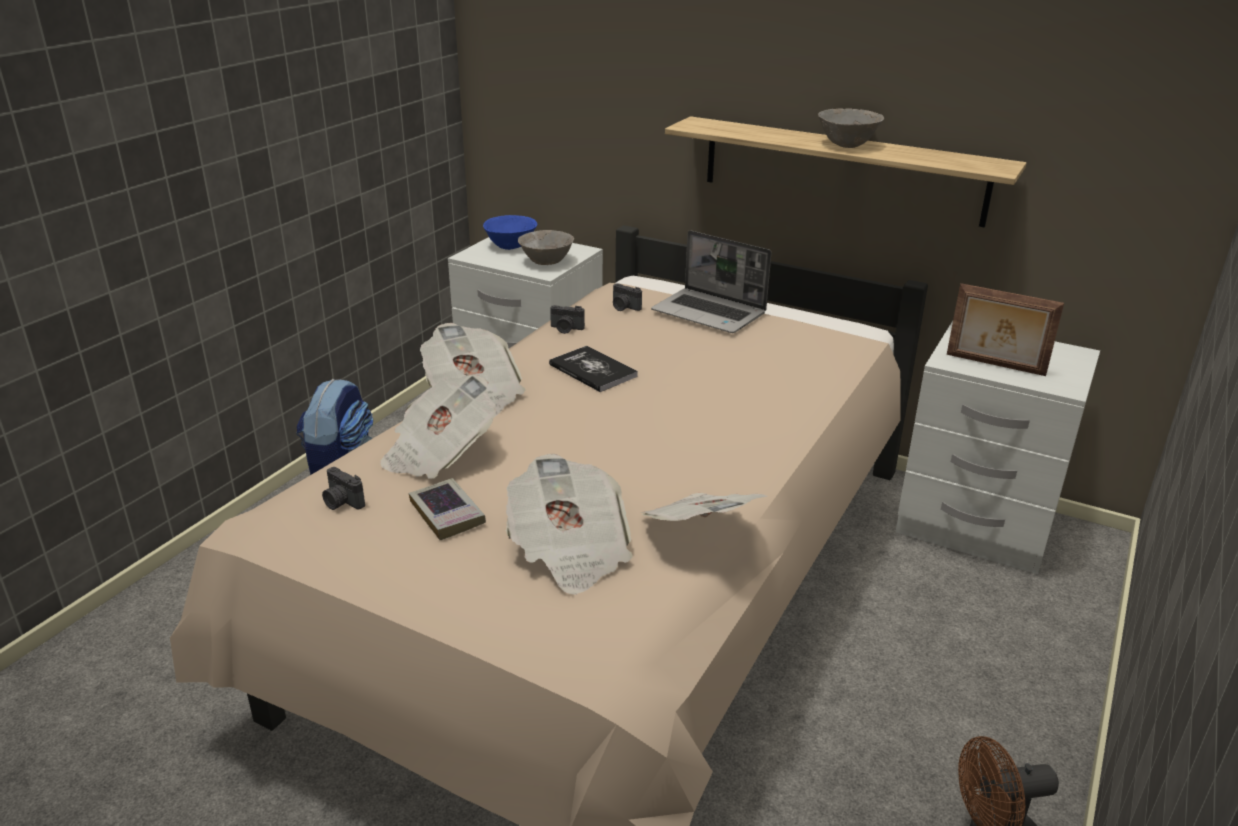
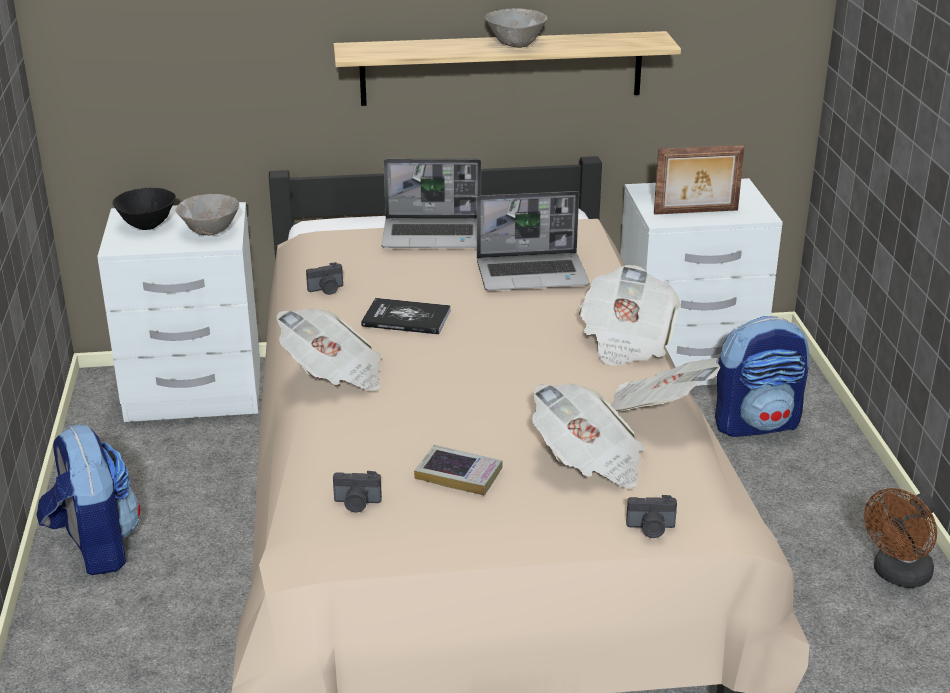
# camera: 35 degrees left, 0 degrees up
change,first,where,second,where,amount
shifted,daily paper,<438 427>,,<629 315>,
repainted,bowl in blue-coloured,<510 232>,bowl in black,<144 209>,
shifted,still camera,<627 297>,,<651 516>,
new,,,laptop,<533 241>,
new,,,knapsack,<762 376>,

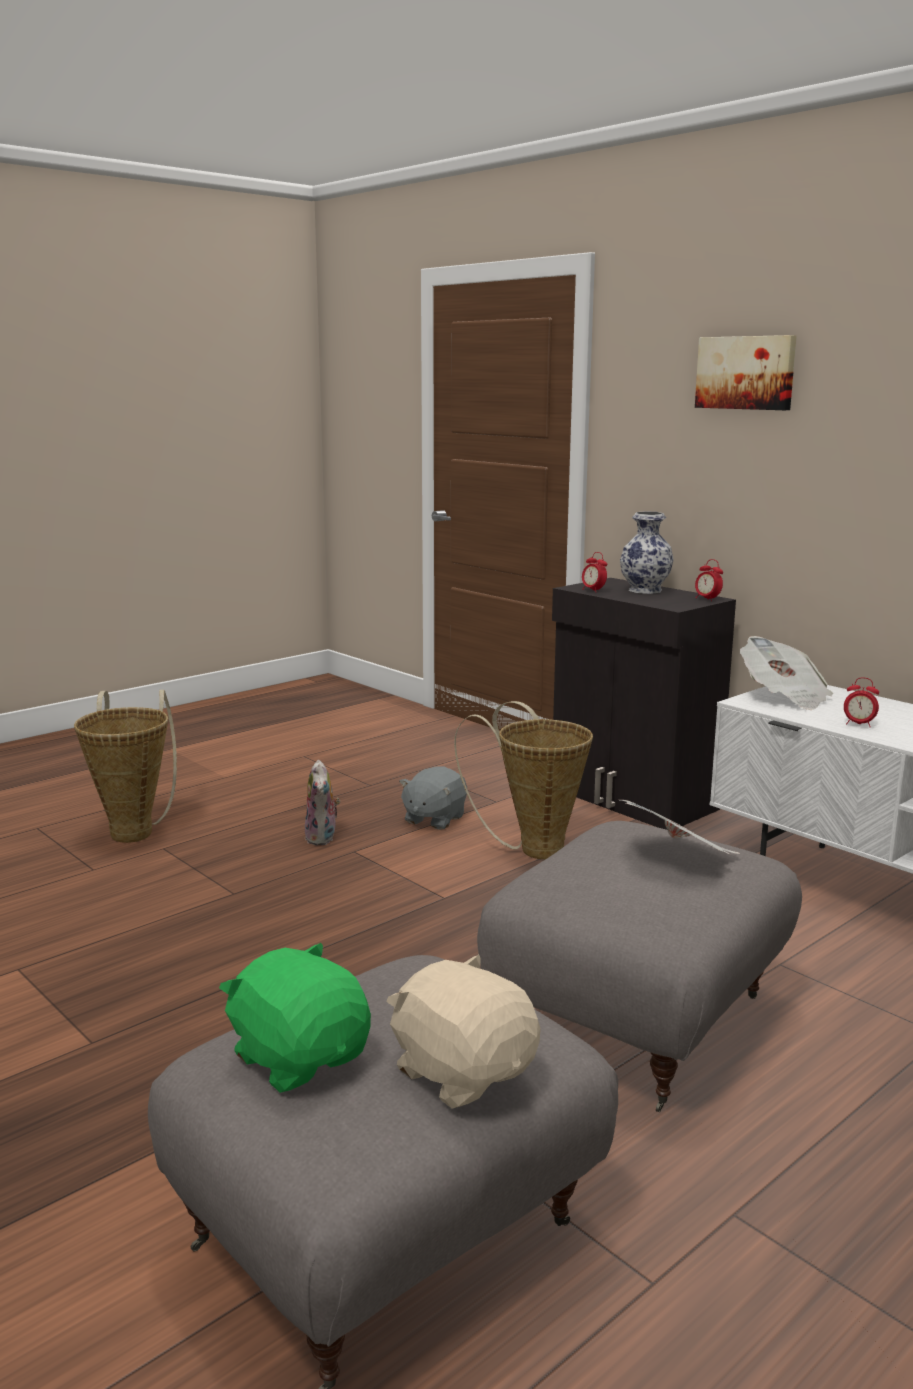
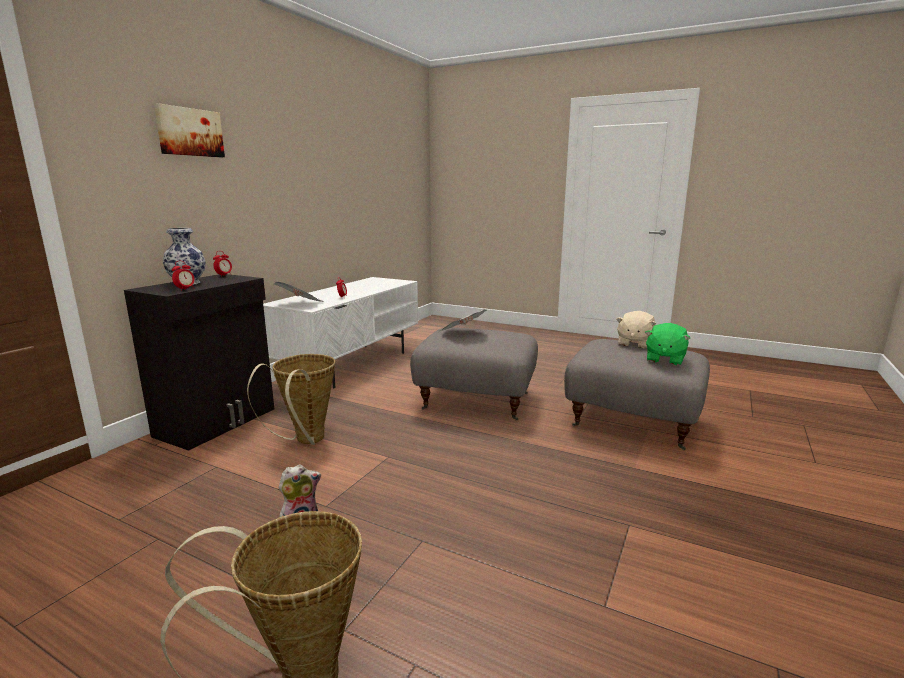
# camera: 110 degrees left, 0 degrees up
change,first,where,second,where,amount
gone,plush toy in grey,<433 798>,,,

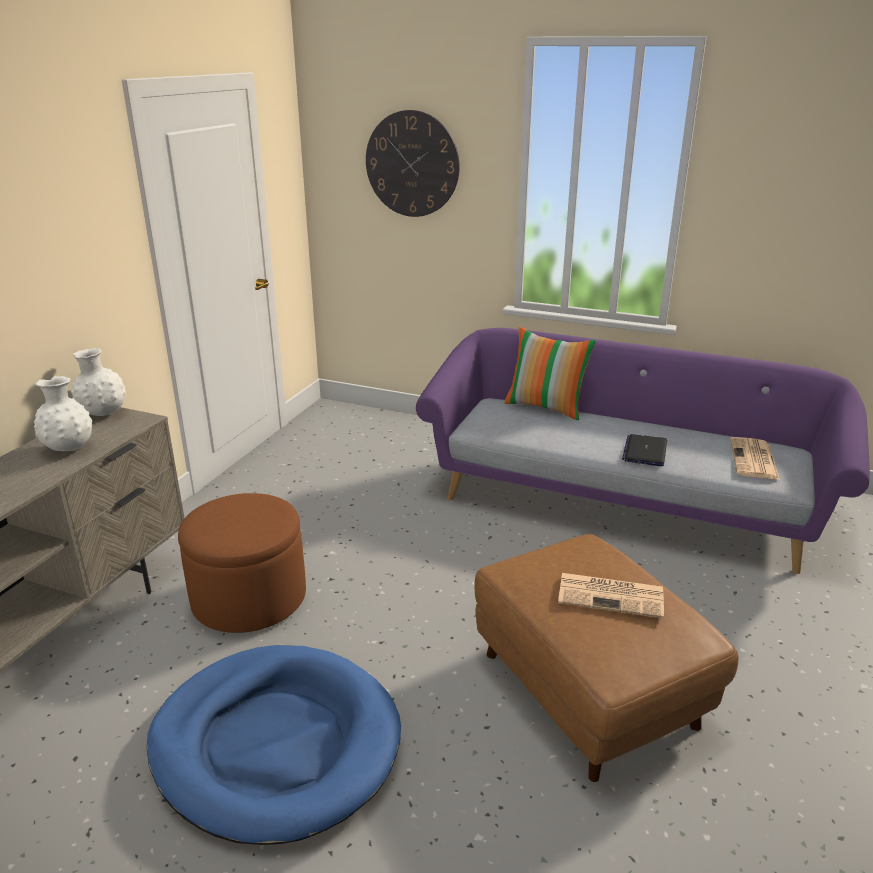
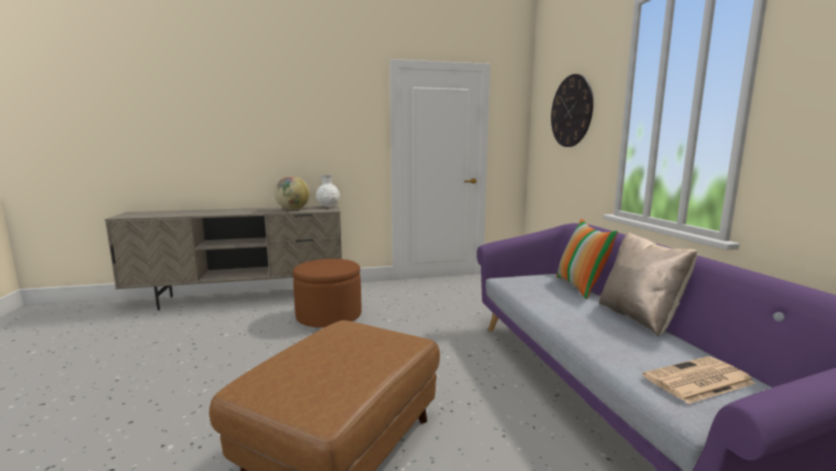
# camera: 55 degrees right, 15 degrees down
change,first,where,second,where,amount
swapped,decorative vase in whitish,<63 413>,globe,<292 193>,
gone,dog bed in blue-coloured,<274 745>,,,
gone,daily paper,<611 595>,,,
gone,laptop,<644 450>,,,
new,,,cushion in beige,<648 284>,

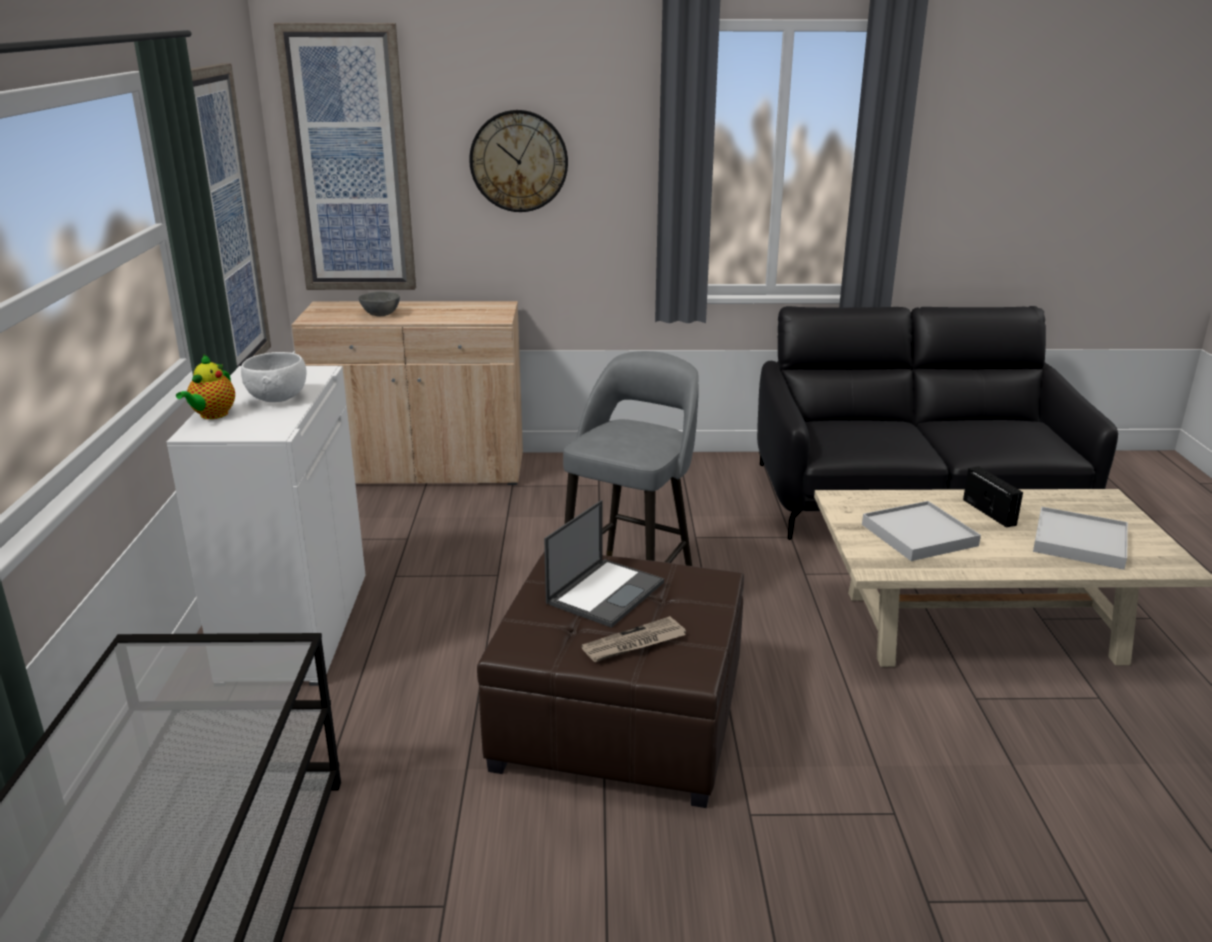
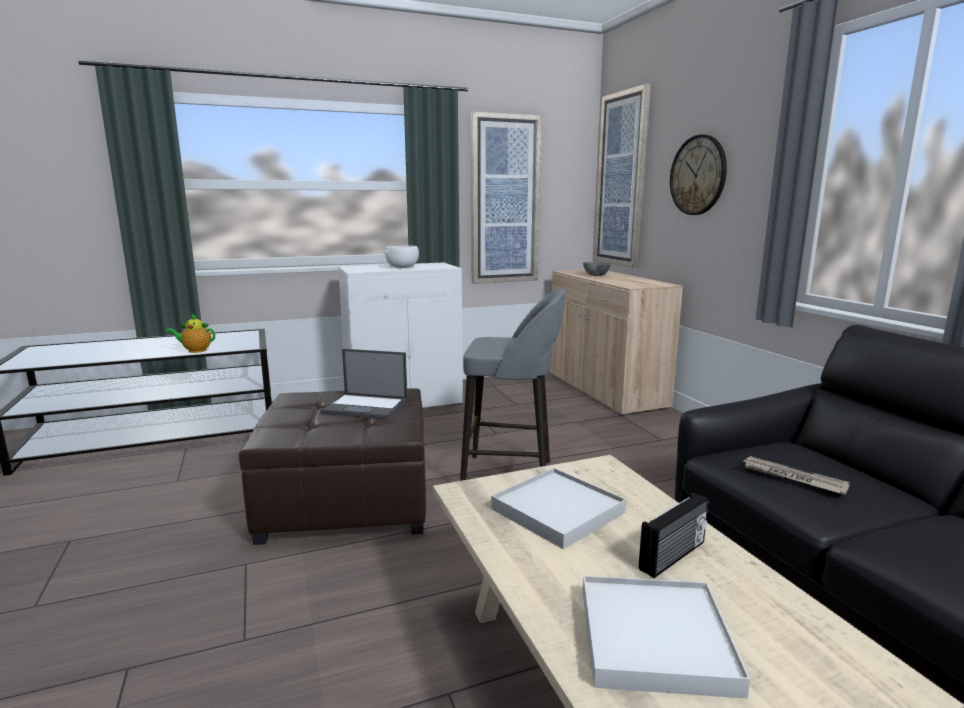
# camera: 70 degrees right, 10 degrees down
change,first,where,second,where,amount
shifted,tea pot,<205 386>,,<190 333>,
shifted,daily paper,<633 639>,,<796 475>,

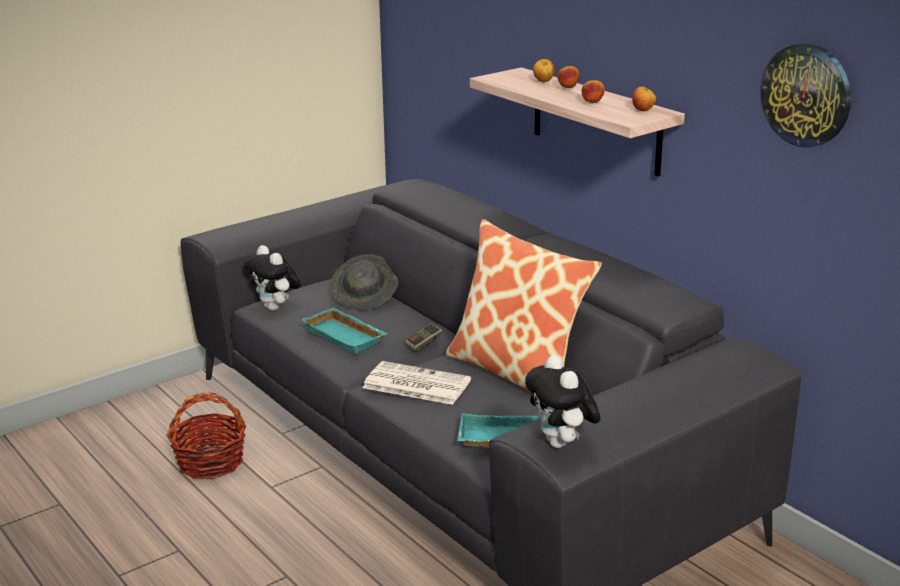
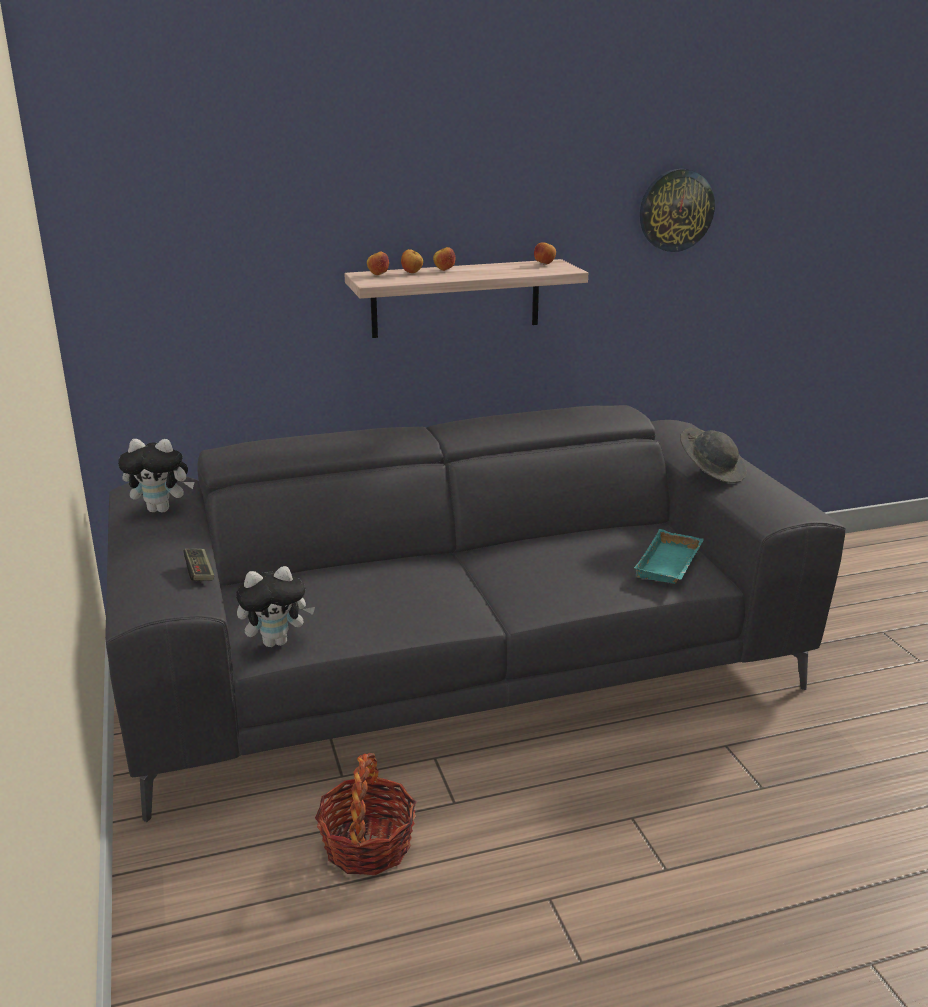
# camera: 70 degrees left, 0 degrees up
change,first,where,second,where,amount
gone,carrying tray in turquoise,<344 330>,,,
shifted,clothing hat in grey,<364 282>,,<713 455>,
gone,daily paper,<417 383>,,,
shifted,game controller,<423 337>,,<198 565>,
gone,cushion,<523 306>,,,
shifted,plush toy,<563 401>,,<156 475>,
shifted,whole apple,<593 91>,,<378 263>,

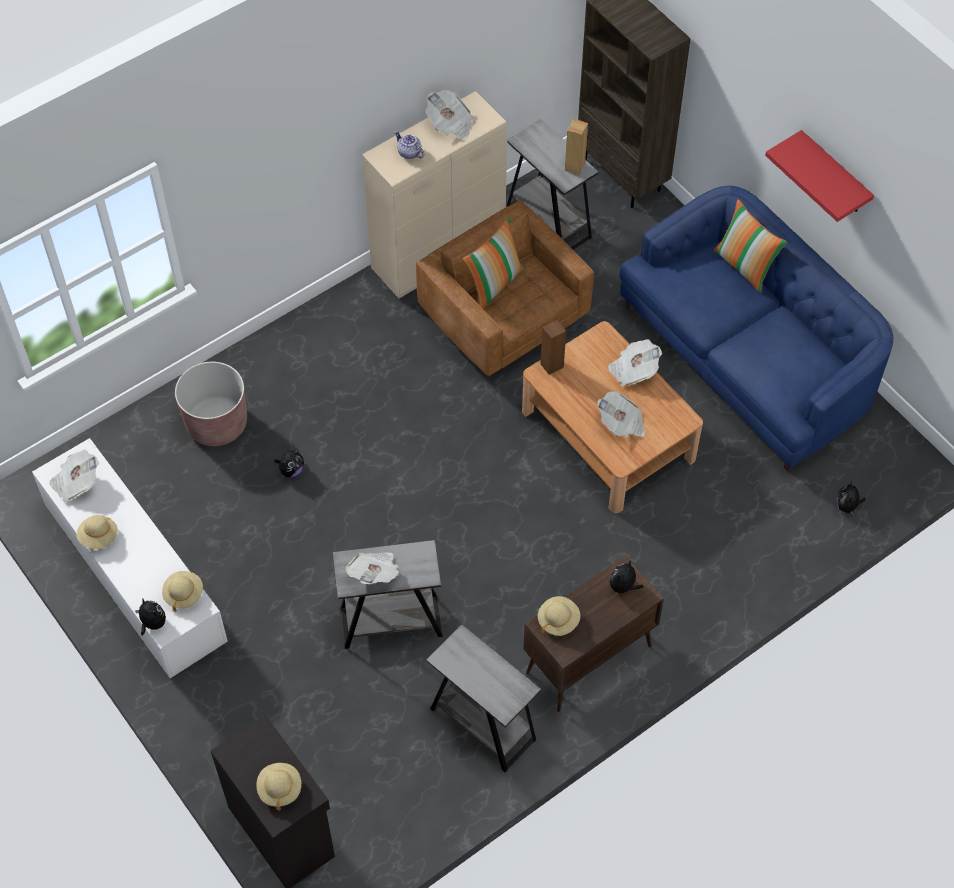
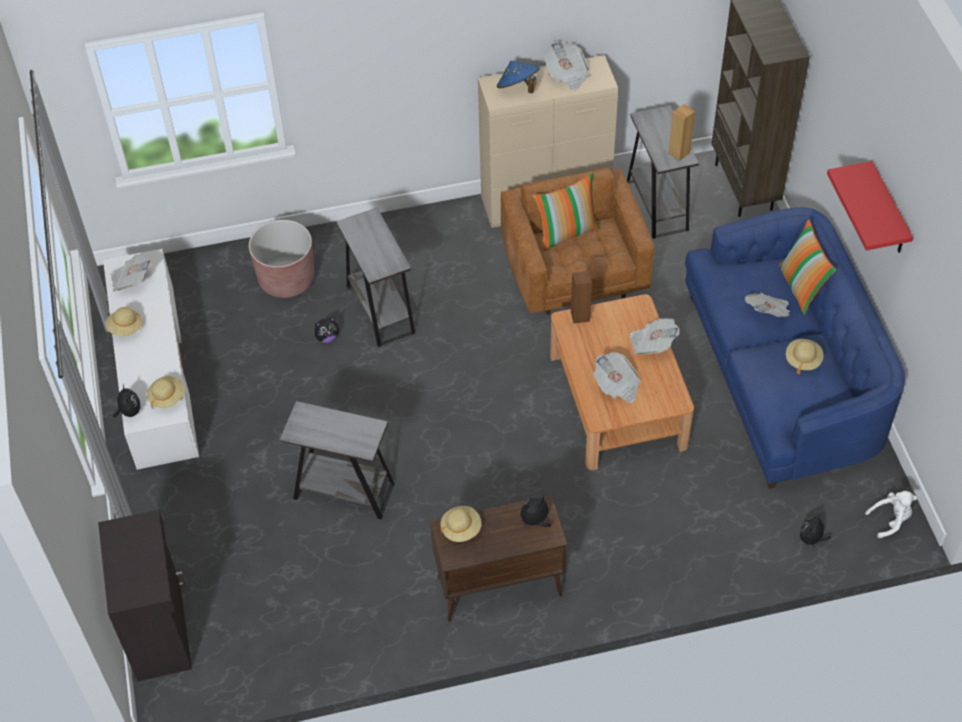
# camera: 25 degrees right, 5 degrees down
change,first,where,second,where,amount
shifted,clothing hat in beige,<278 787>,,<805 357>,
shifted,daily paper,<372 568>,,<767 305>,
swapped,tea pot,<409 145>,clothing hat in blue-coloured,<518 77>,
shifted,side table in grey,<483 698>,,<375 277>,
new,,,plush toy in whitish,<891 514>,

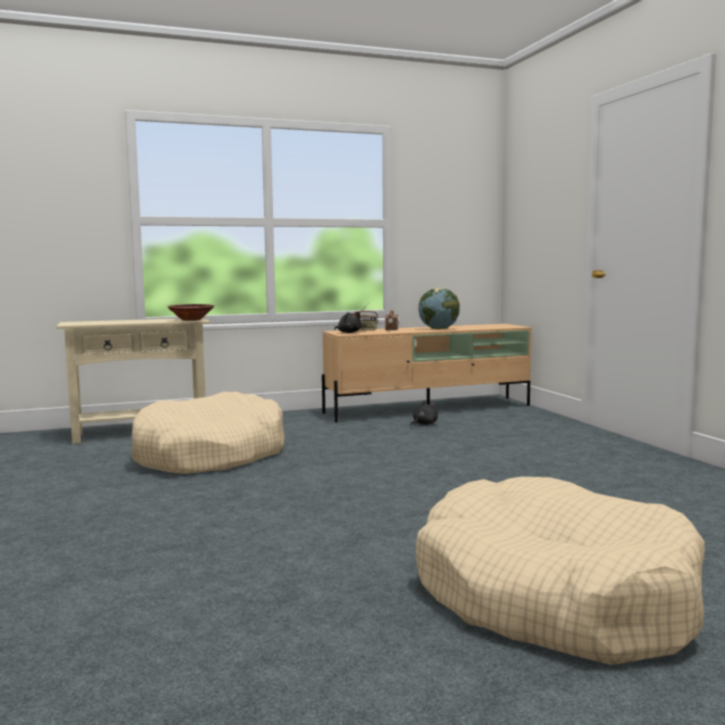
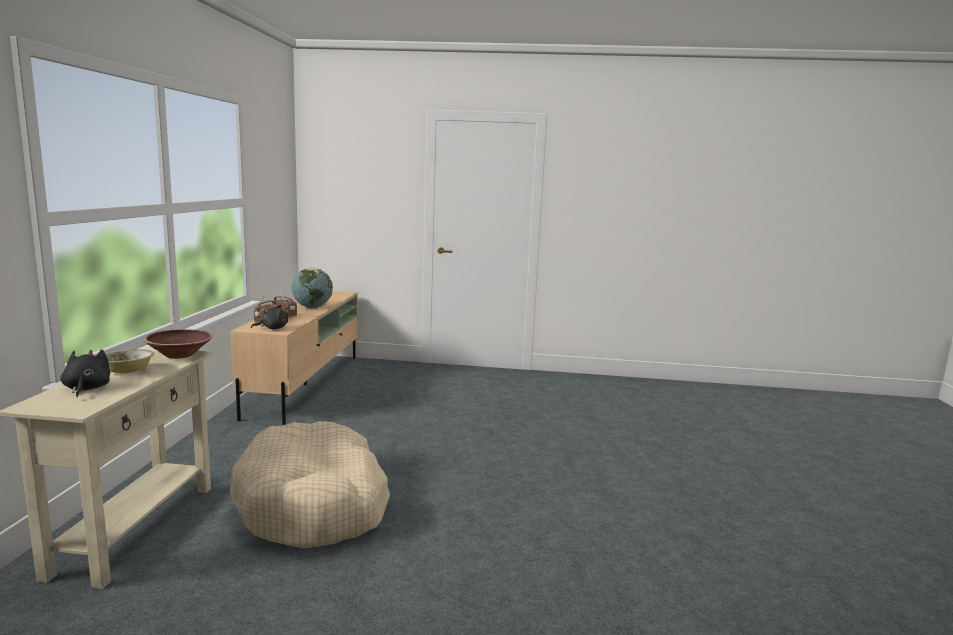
# camera: 65 degrees left, 5 degrees up
change,first,where,second,where,amount
shifted,plush toy in black,<424 413>,,<85 373>,
gone,dog bed in beige,<560 571>,,,
new,,,bowl,<129 361>,

